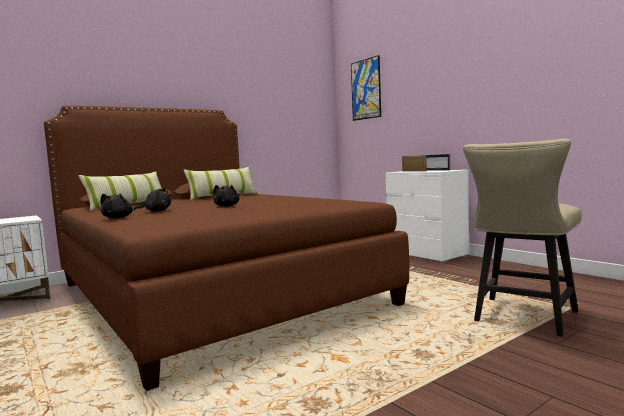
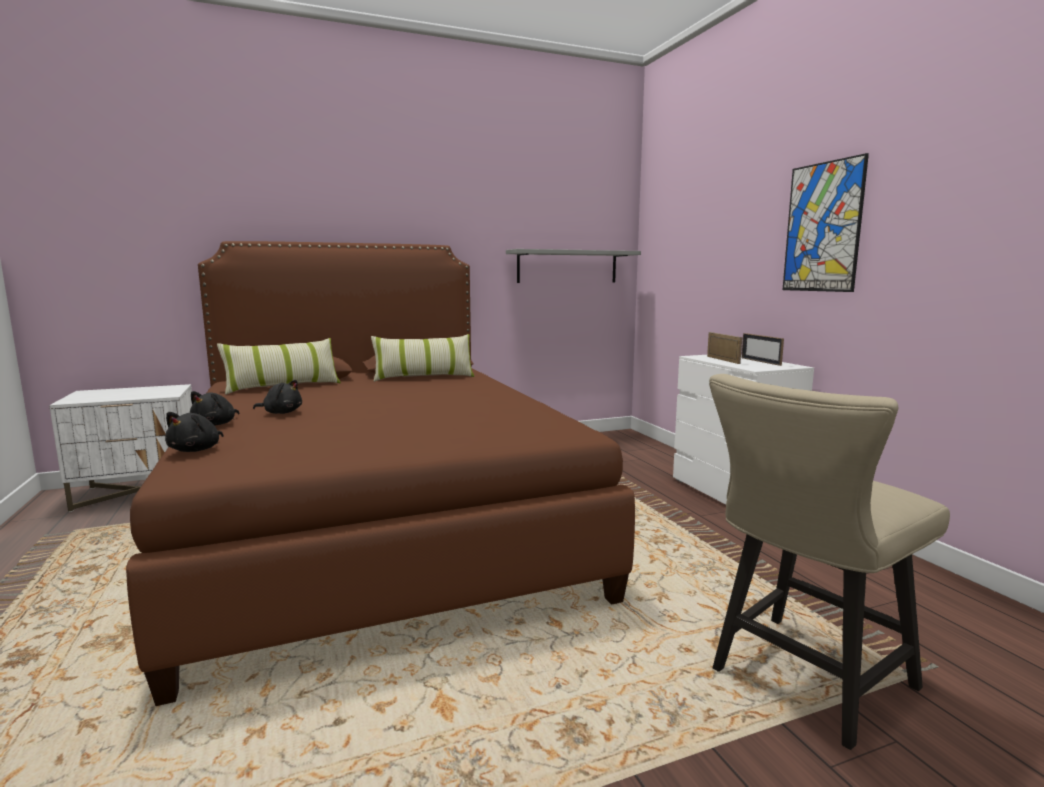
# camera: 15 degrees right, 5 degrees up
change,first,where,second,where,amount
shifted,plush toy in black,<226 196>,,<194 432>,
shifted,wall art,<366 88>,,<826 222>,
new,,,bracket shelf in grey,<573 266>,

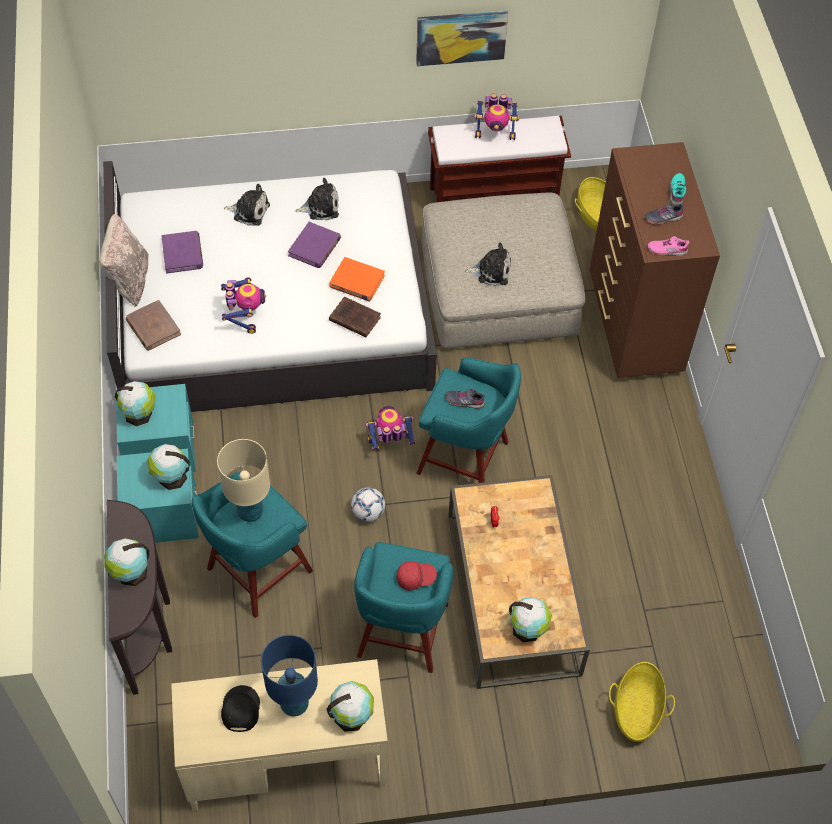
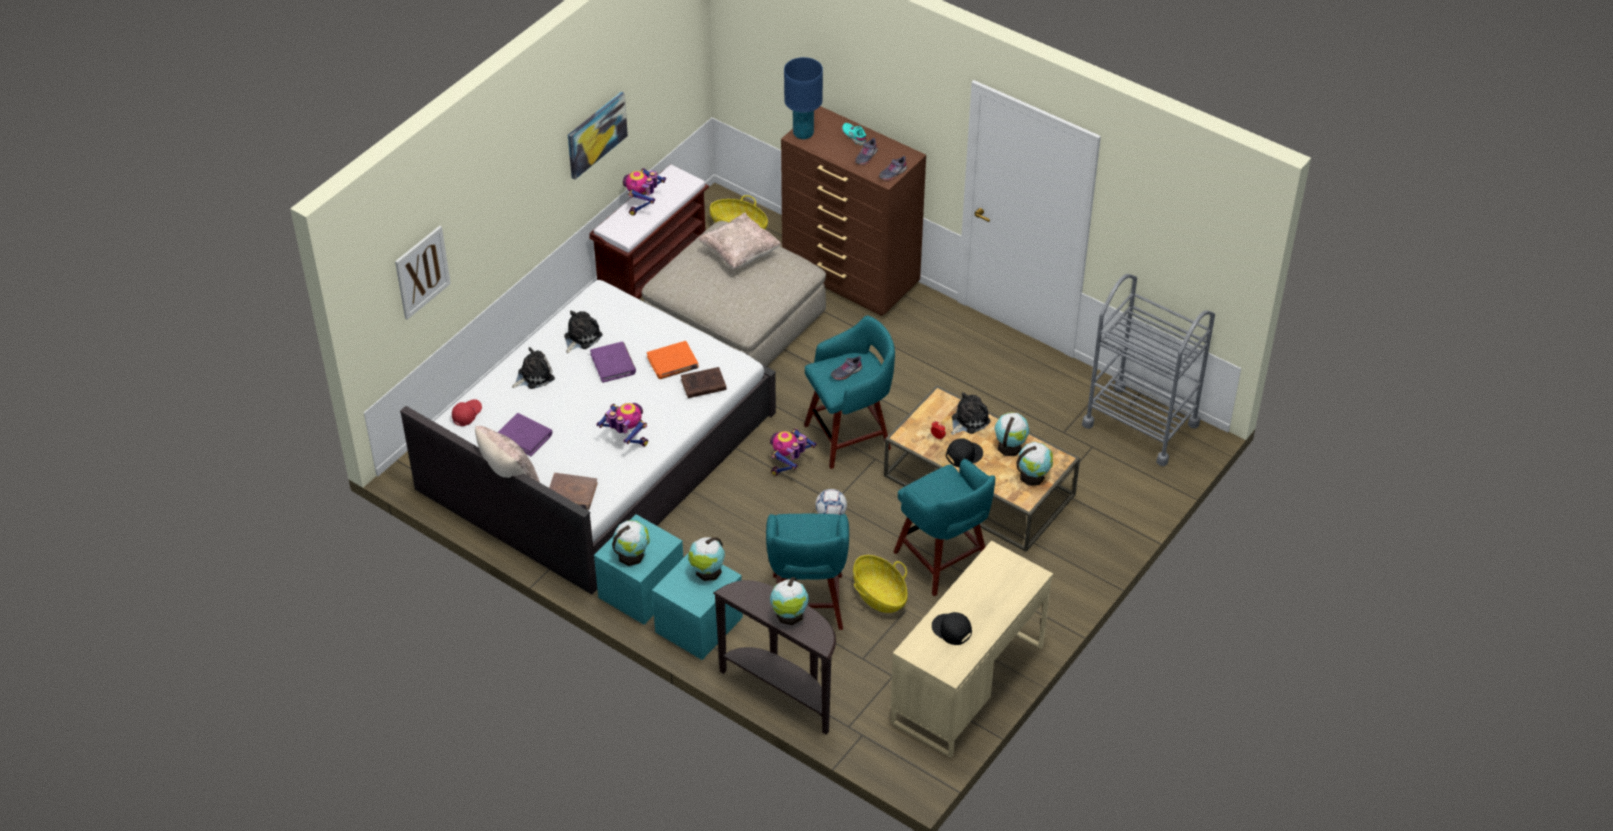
# camera: 45 degrees left, 10 degrees down
change,first,where,second,where,amount
gone,lamp for a table in beige,<243 480>,,,
shifted,lamp for a table in blue-coloured,<289 675>,,<803 98>,
shifted,globe,<350 706>,,<1012 434>,
shifted,baseball cap in red-coloured,<416 576>,,<467 412>,
shifted,plush toy,<488 264>,,<970 413>,
rotated,robot figure,<496 117>,,<644 192>,150 degrees clockwise
shifted,basket,<642 702>,,<880 584>,
repainted,item of footwear in pink-coloured,<668 246>,item of footwear in grey,<893 168>,
new,,,wall art,<423 273>,
new,,,cushion in beige,<740 240>,
new,,,baseball cap in black,<964 453>,
new,,,trolley in grey,<1148 370>,

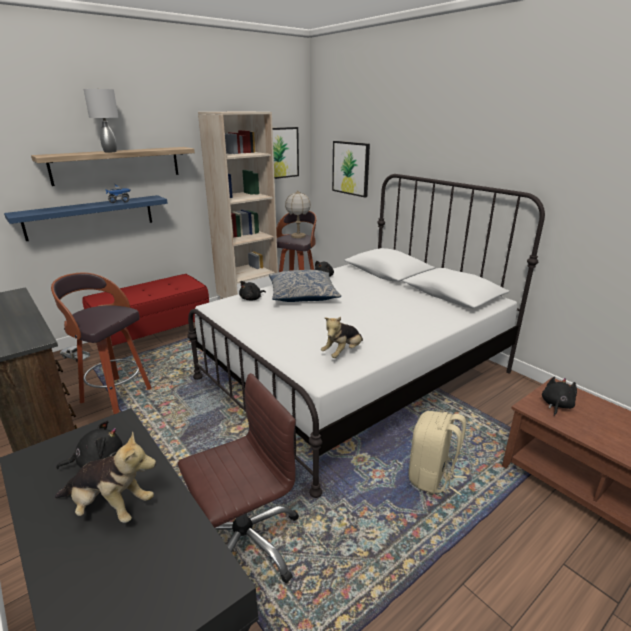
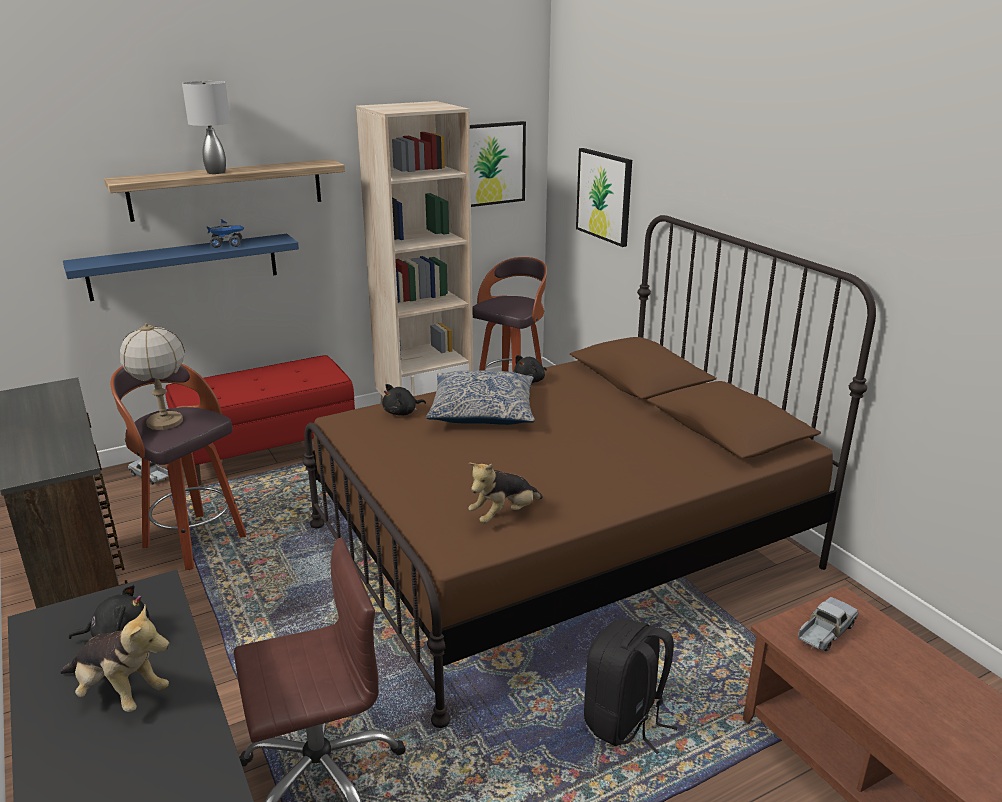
# camera: 10 degrees right, 0 degrees up
change,first,where,second,where,amount
repainted,sleeping bed in whitish,<366 336>,sleeping bed in brown,<589 471>,
shifted,lamp for a table,<298 214>,,<152 376>,
repainted,knapsack in beige,<438 453>,knapsack in black,<631 686>,
swapped,plush toy in black,<559 396>,model truck,<828 624>,

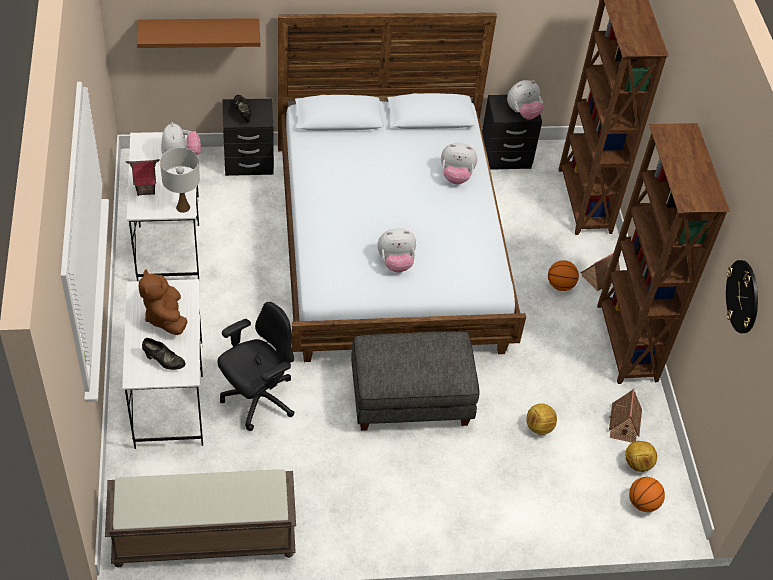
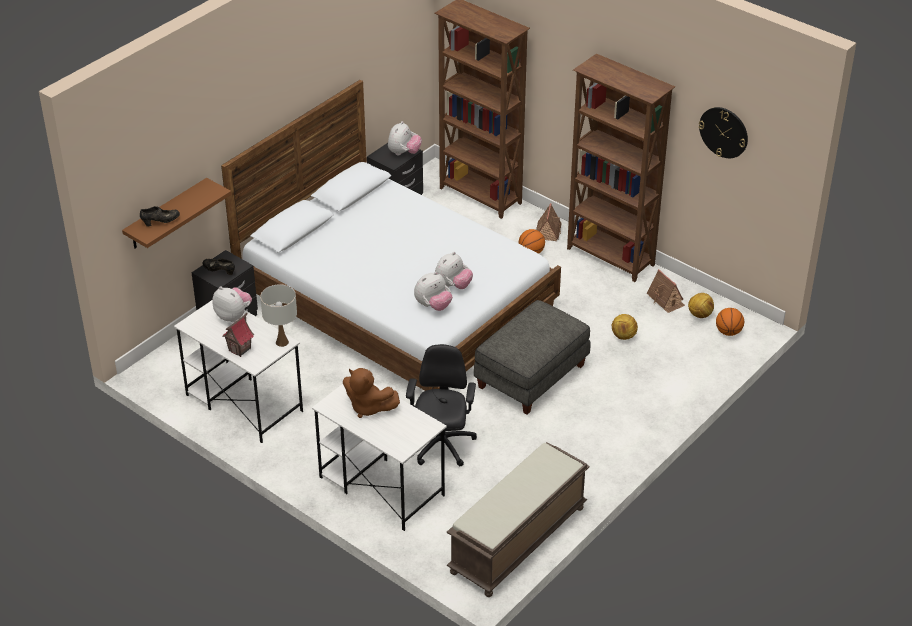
# camera: 40 degrees left, 10 degrees down
change,first,where,second,where,amount
shifted,item of footwear in black,<164 354>,,<160 216>,
shifted,plush toy,<459 163>,,<433 291>,

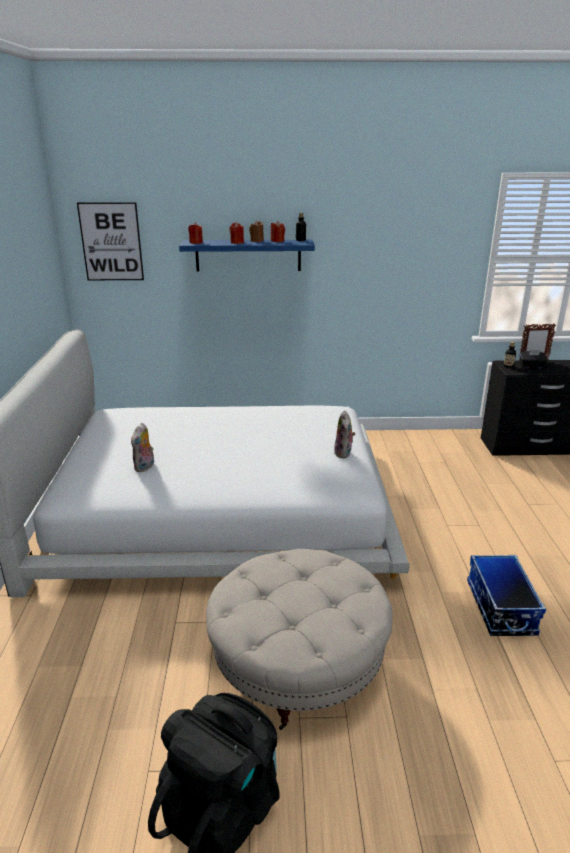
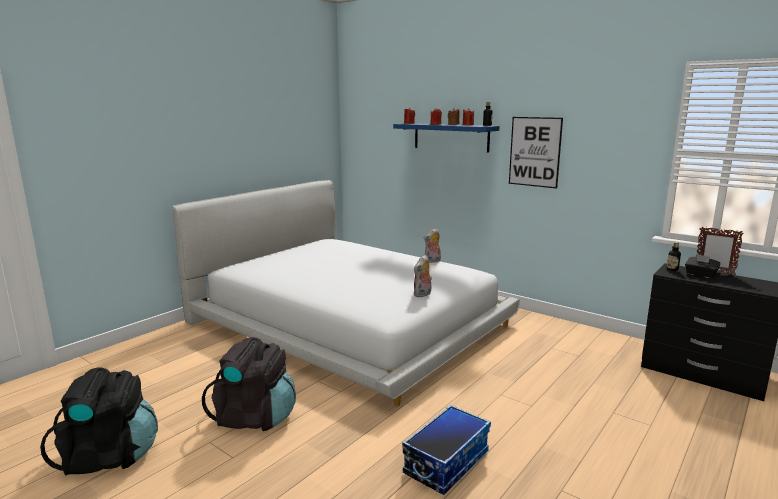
# camera: 40 degrees right, 10 degrees down
change,first,where,second,where,amount
shifted,wall art,<110 241>,,<536 152>,
shifted,plush toy,<142 447>,,<432 245>,
swapped,ottoman in beige,<299 639>,knapsack in black,<249 384>,

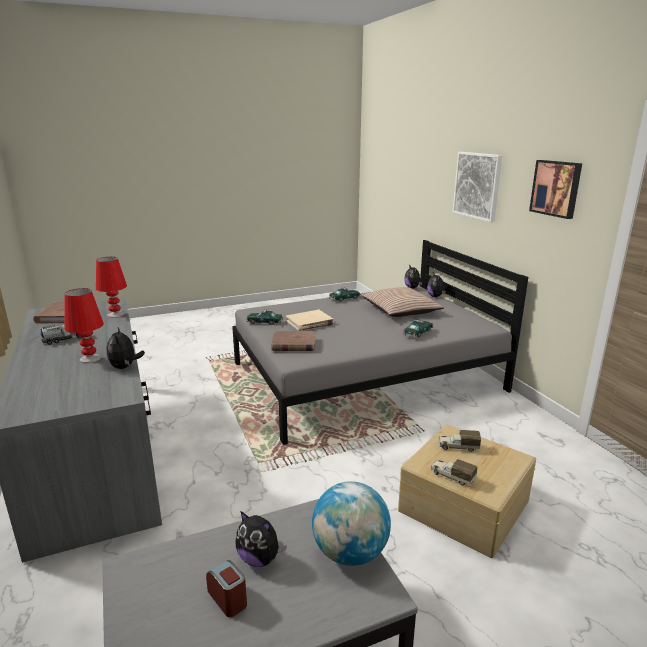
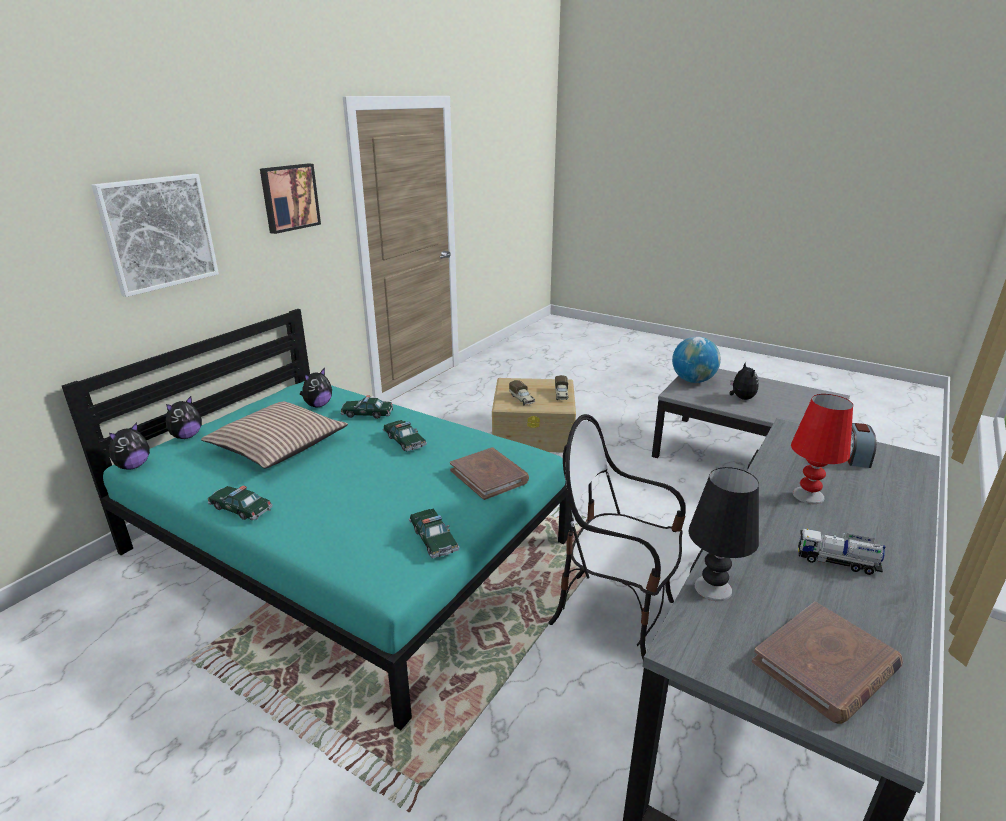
# camera: 125 degrees left, 5 degrees up
change,first,where,second,where,amount
repainted,lamp for a table in red-coloured,<111 287>,lamp for a table in black,<723 534>,
shifted,plush toy,<126 348>,,<316 388>,
shifted,table clock,<226 588>,,<862 445>,
repainted,sleeping bed in grey,<380 342>,sleeping bed in turquoise,<316 519>,
gone,volume in beige,<310 320>,,,
new,,,miniature car,<405 435>,
new,,,plain chair,<617 536>,

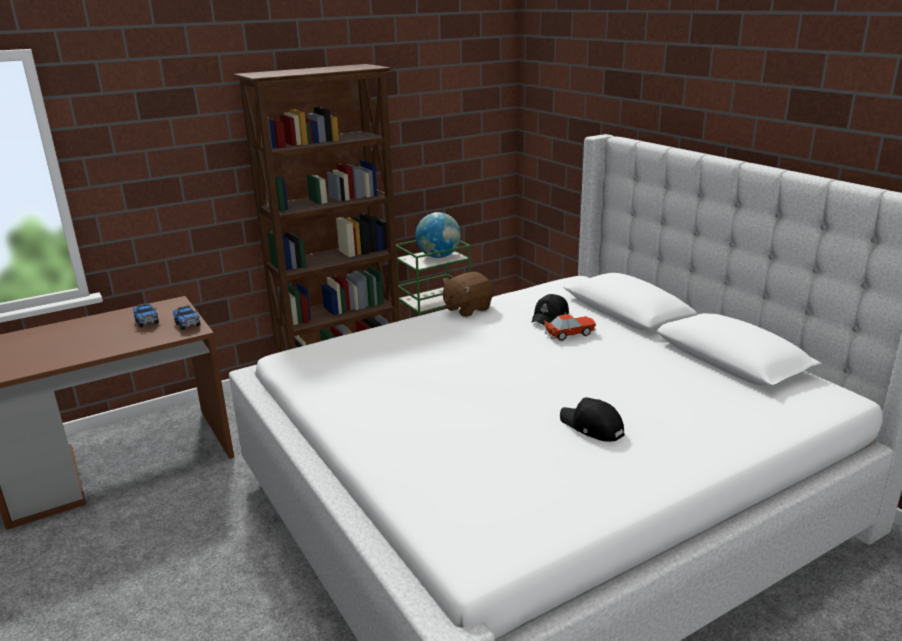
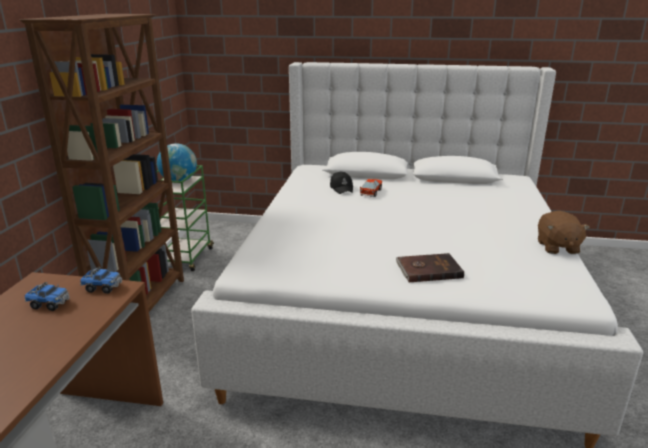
# camera: 50 degrees left, 0 degrees up
change,first,where,second,where,amount
shifted,plush toy in brown,<468 294>,,<564 232>,
gone,baseball cap in black,<592 419>,,,
new,,,volume in brown,<430 267>,

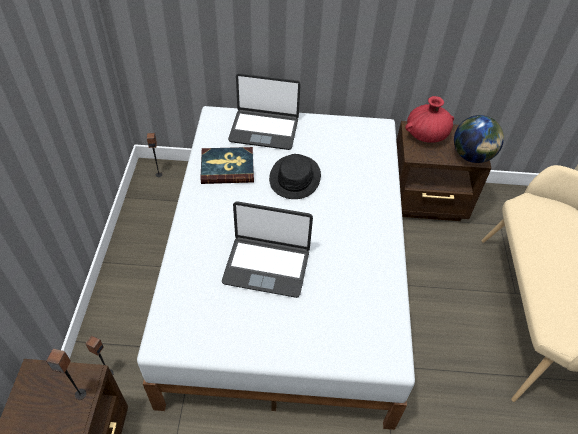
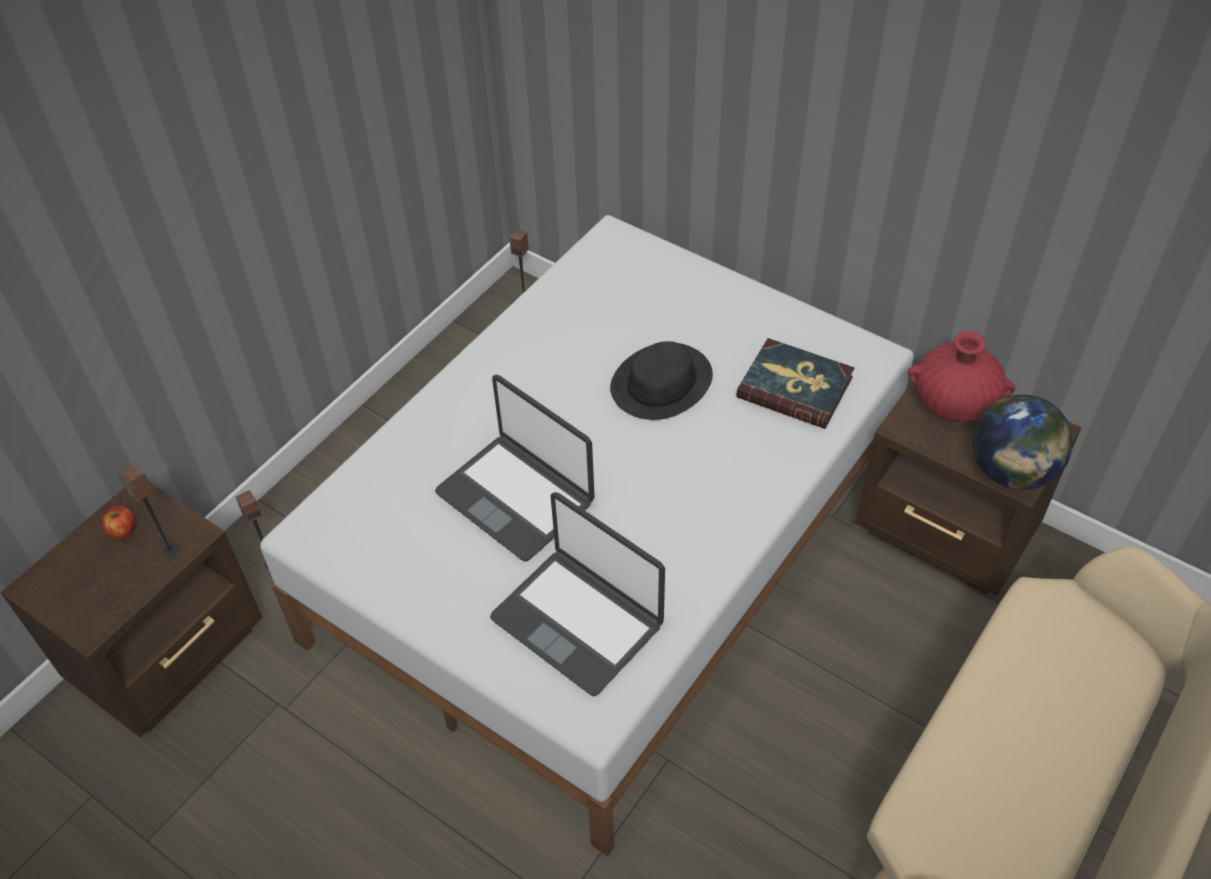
# camera: 35 degrees right, 0 degrees up
change,first,where,second,where,amount
shifted,volume,<227 165>,,<795 383>,
shifted,laptop,<264 111>,,<577 594>,
new,,,whole apple,<118 522>,

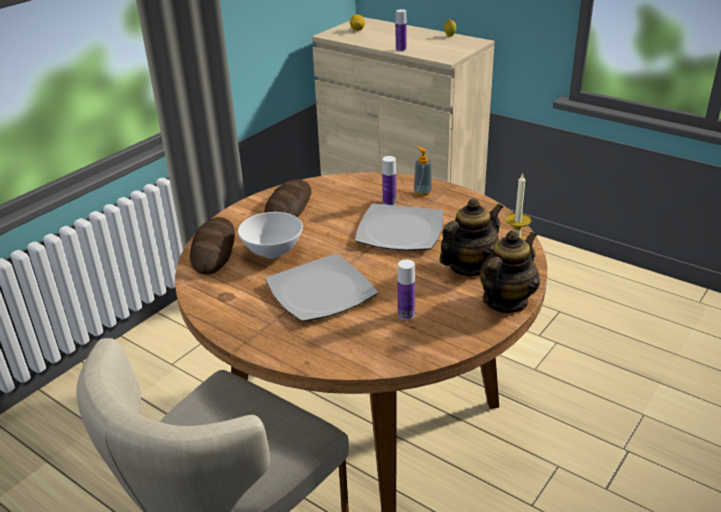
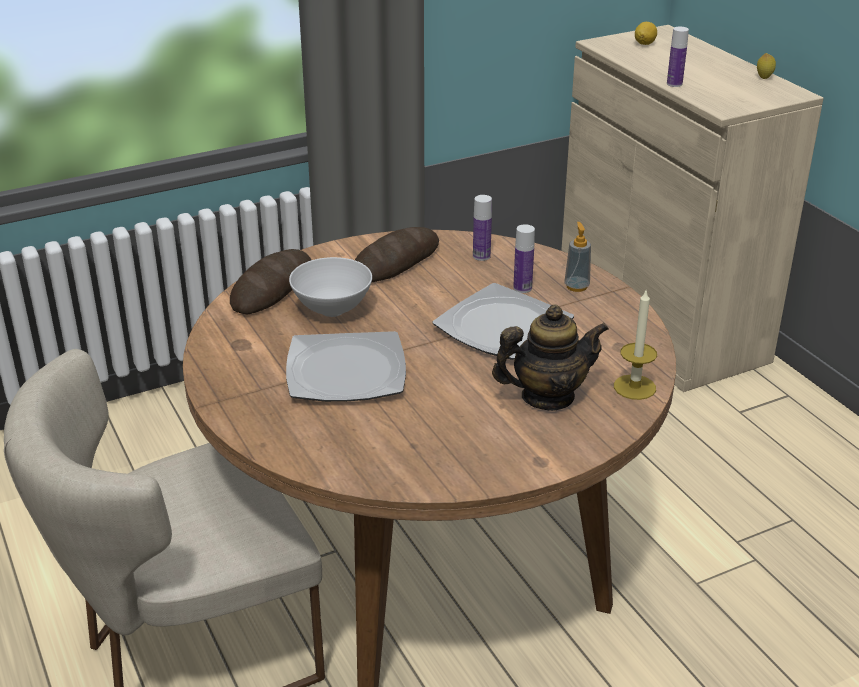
# camera: 25 degrees right, 0 degrees up
change,first,where,second,where,amount
shifted,beverage bottle,<406 290>,,<482 228>,
gone,tea pot,<510 271>,,,

